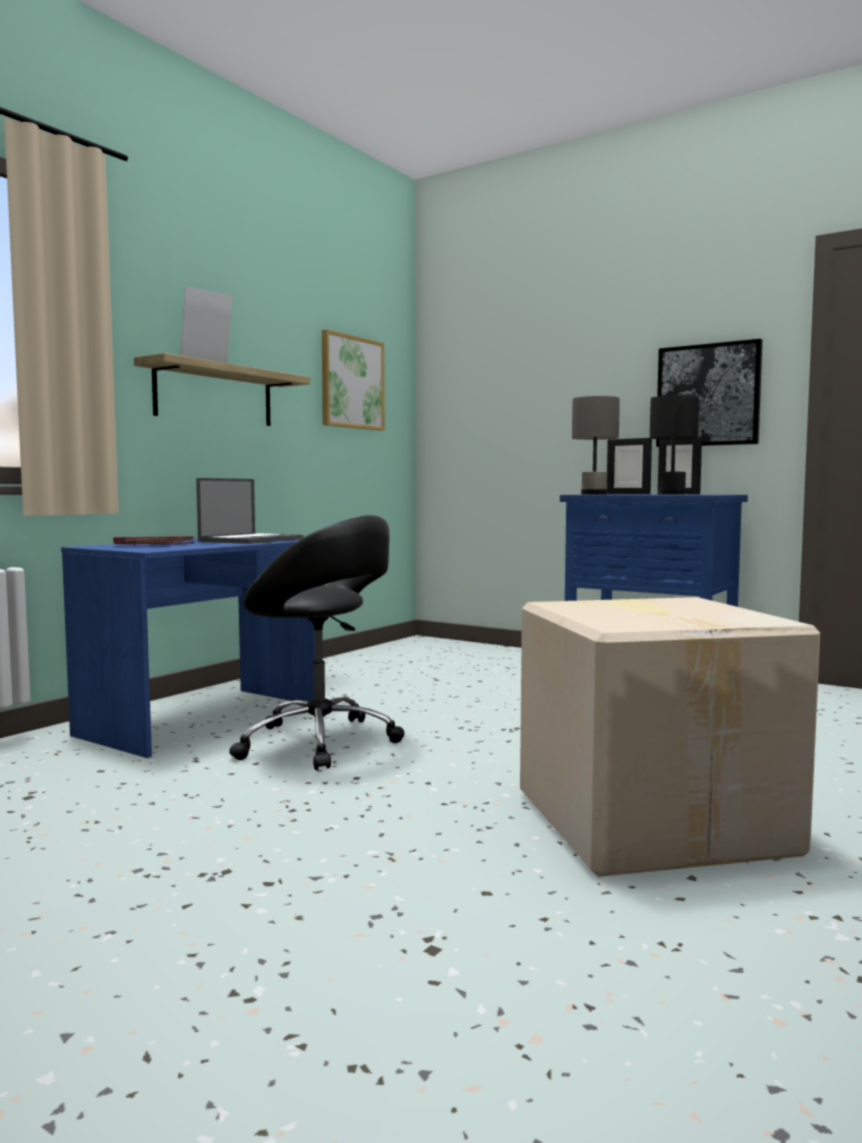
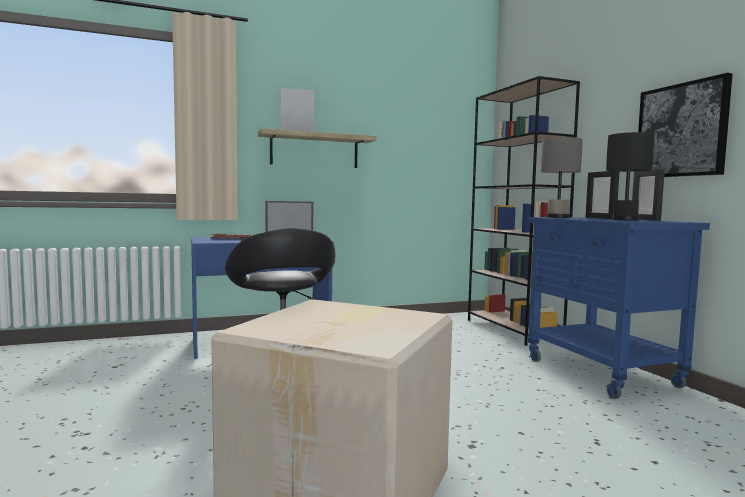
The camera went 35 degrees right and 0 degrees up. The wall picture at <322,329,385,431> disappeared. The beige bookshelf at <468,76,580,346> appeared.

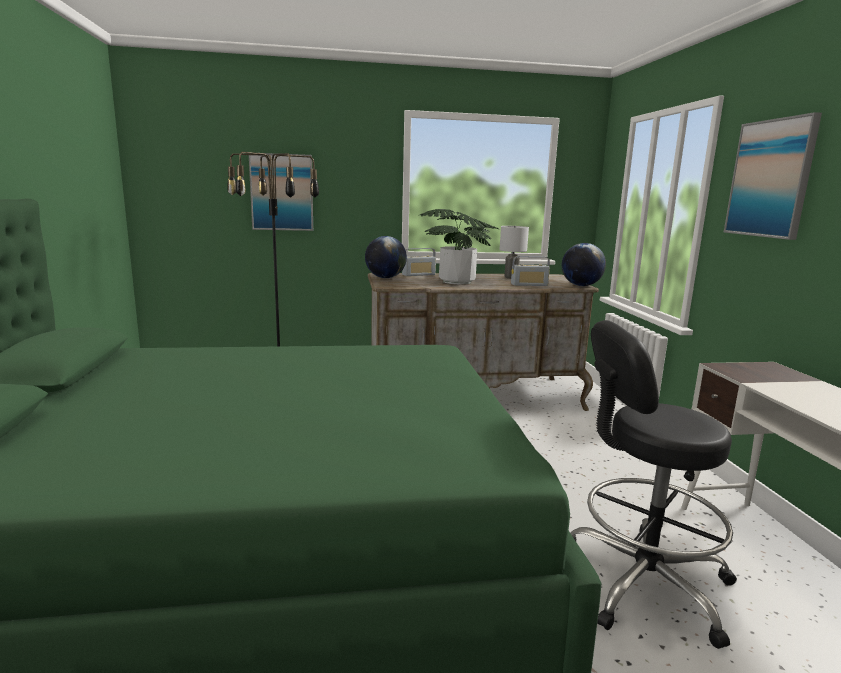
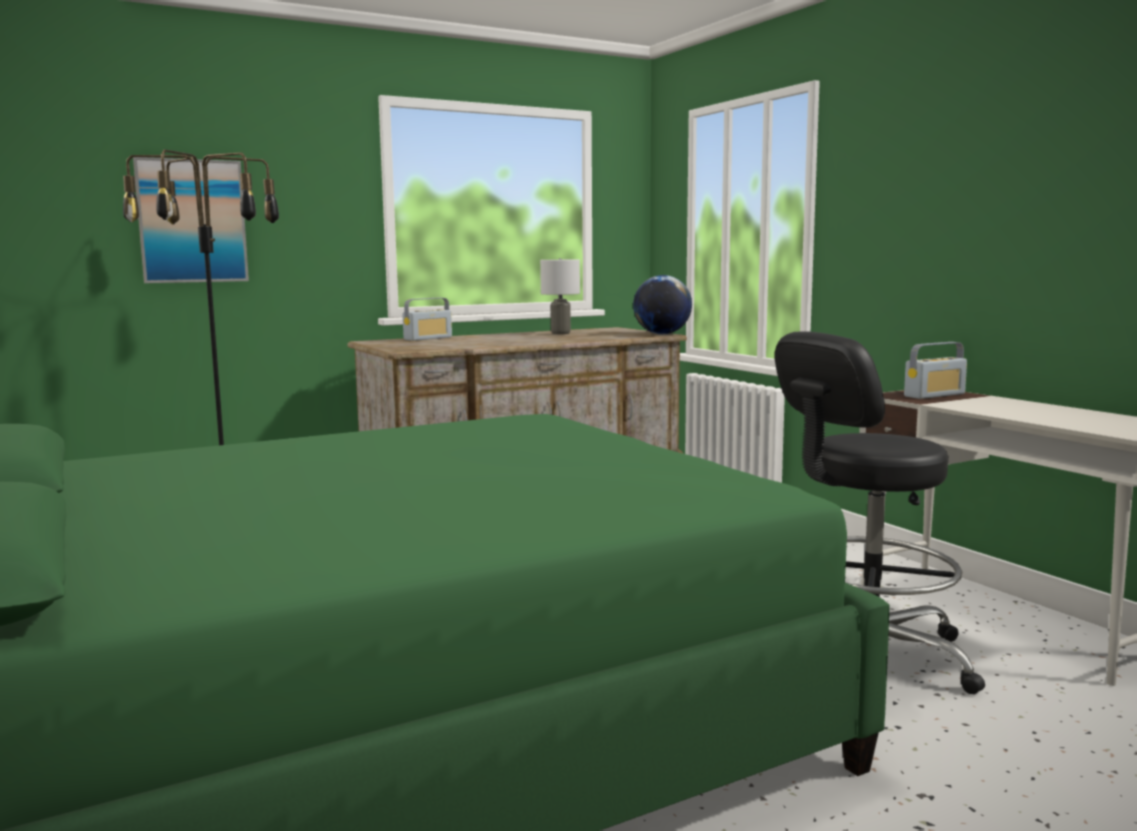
The camera went 20 degrees left and 5 degrees down. The desk globe at <365,236,407,278> disappeared. The plant in a pot at <420,209,499,285> disappeared. The radio moved from <511,256,550,286> to <904,342,967,399>. The wall picture at <724,112,822,240> disappeared.

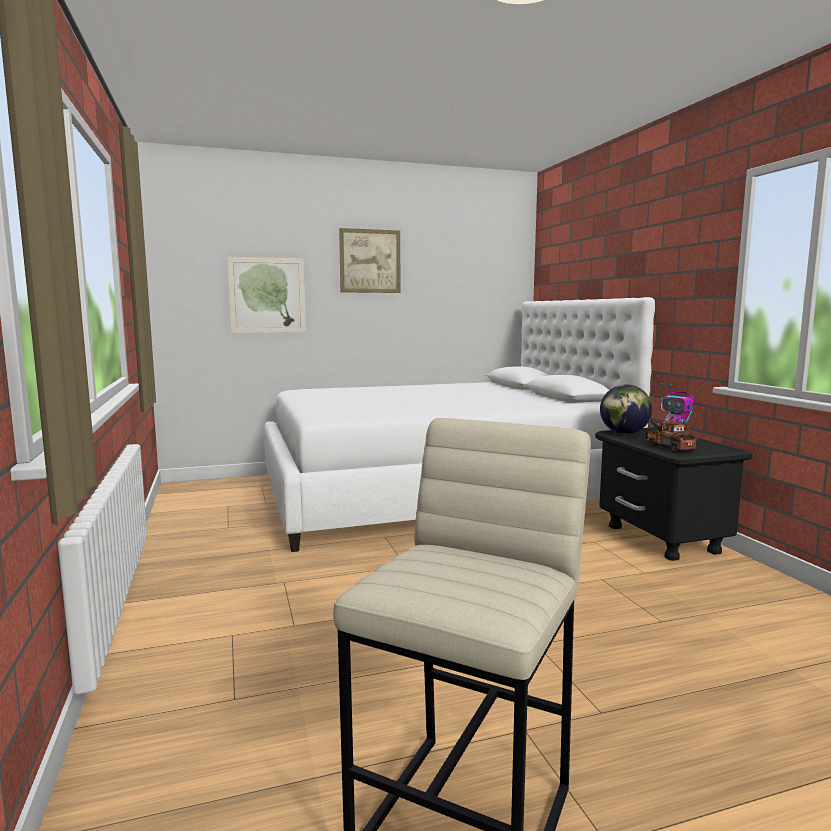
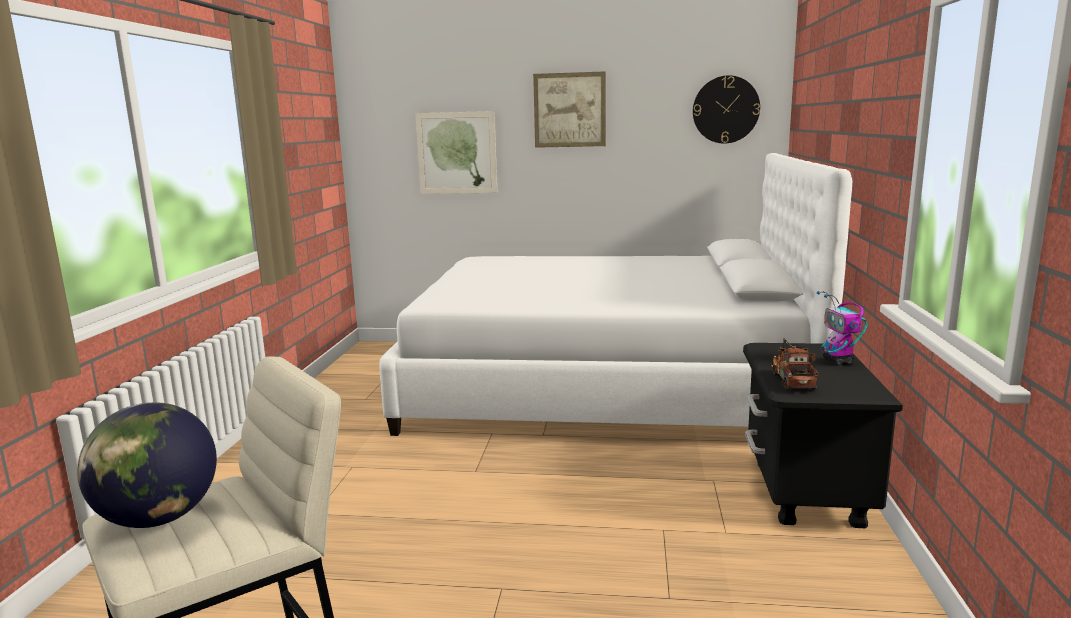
The camera went 25 degrees right and 5 degrees up. The desk globe moved from <600,385,652,434> to <77,402,217,528>. The clock on the wall at <693,75,760,144> appeared.

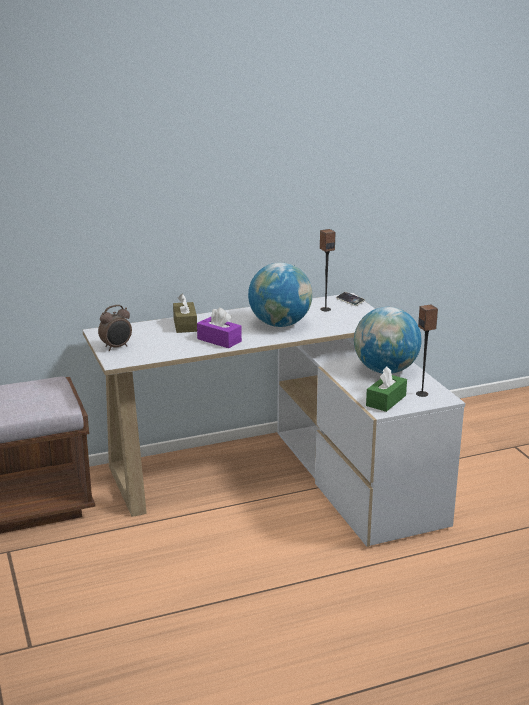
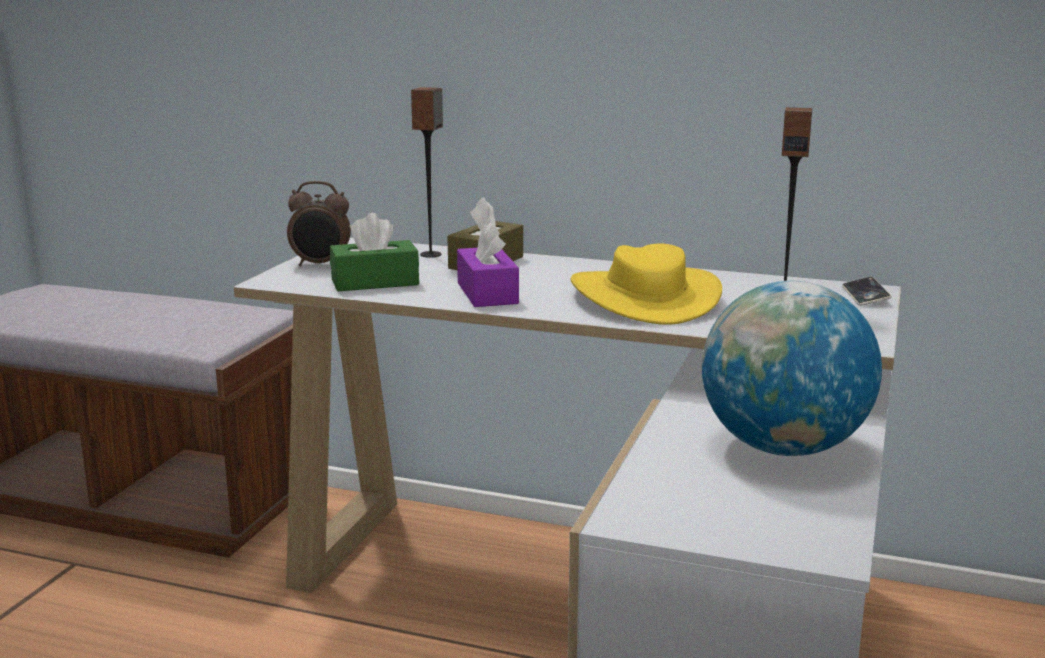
The camera went 40 degrees right and 5 degrees down. The desk globe at <248,263,312,327> was replaced by the yellow wearable hat at <571,243,722,325>. The green-coloured box of tissues moved from <366,367,407,412> to <330,213,419,291>. The speaker moved from <416,305,438,397> to <411,87,443,258>.

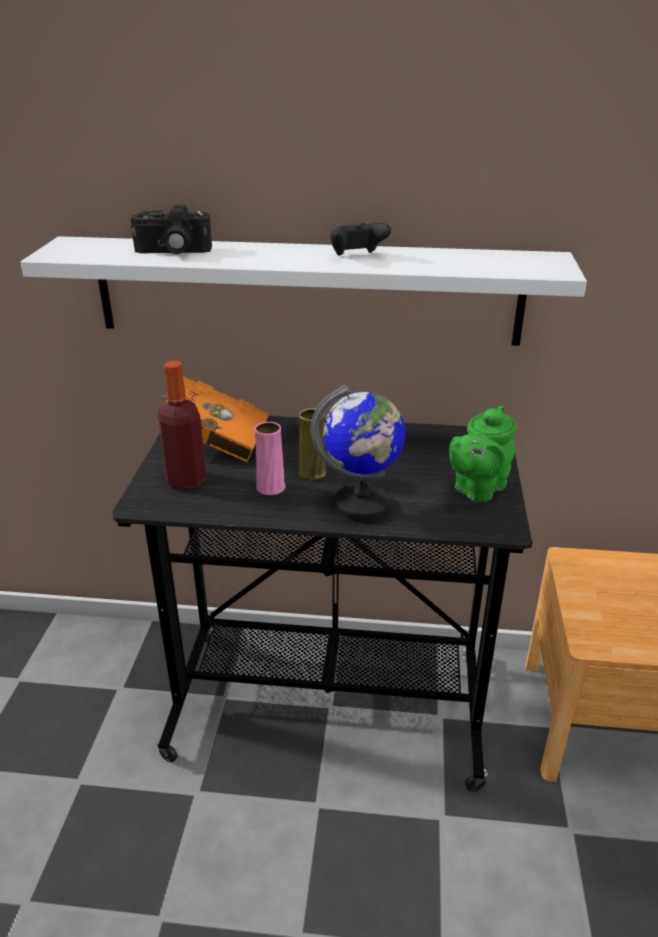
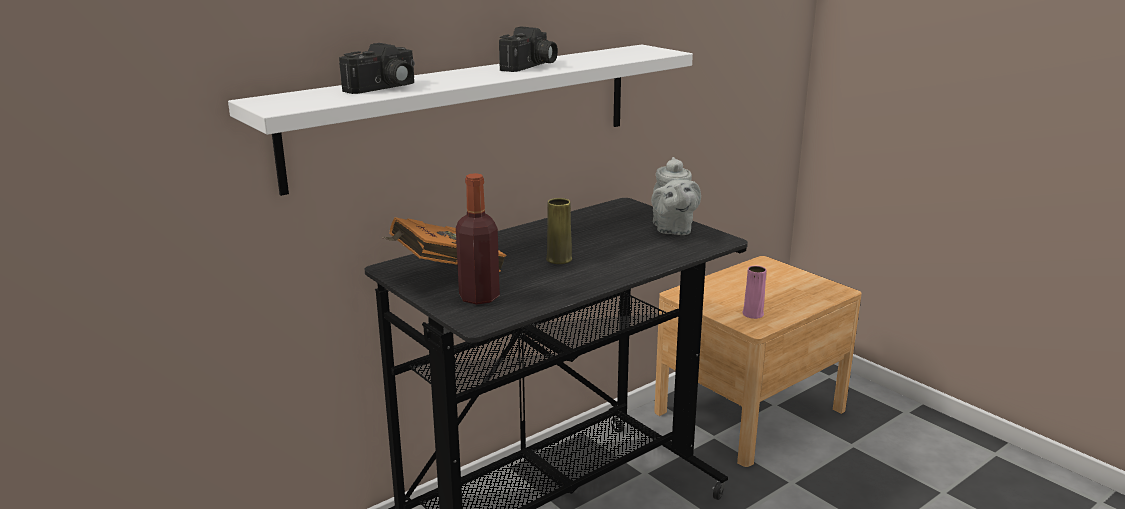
The camera went 45 degrees left and 10 degrees down. The pinkish decorative vase moved from <255,422,286,495> to <742,266,766,319>. The desk globe at <311,384,406,522> disappeared. The black game controller at <330,223,391,256> was replaced by the photo camera at <499,26,558,72>. The green-coloured teapot at <449,405,517,502> became the gray teapot at <651,157,701,235>.

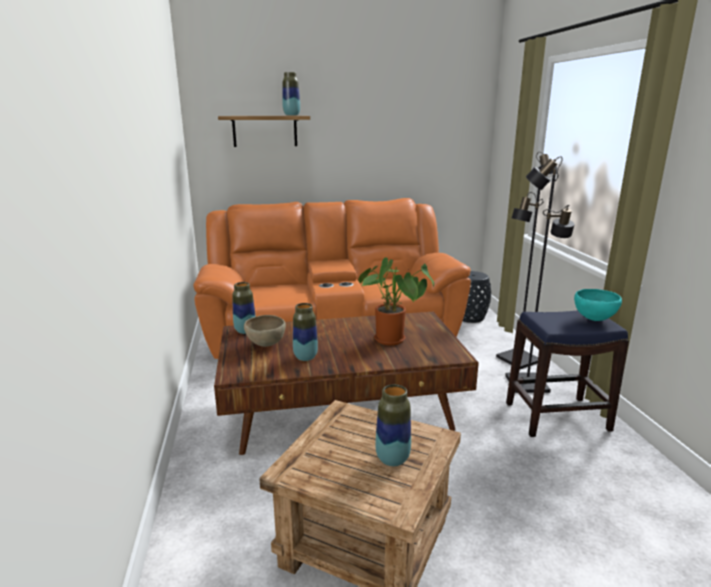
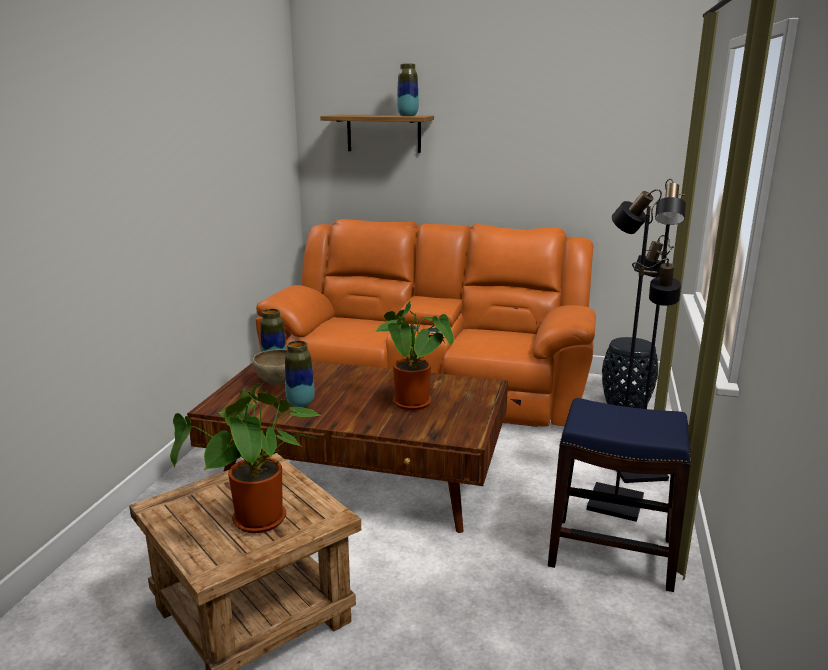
The camera went 25 degrees right and 0 degrees up. The decorative vase at <375,384,411,466> was replaced by the plant in a pot at <170,384,322,533>. The blue-green bowl at <574,289,622,321> disappeared.

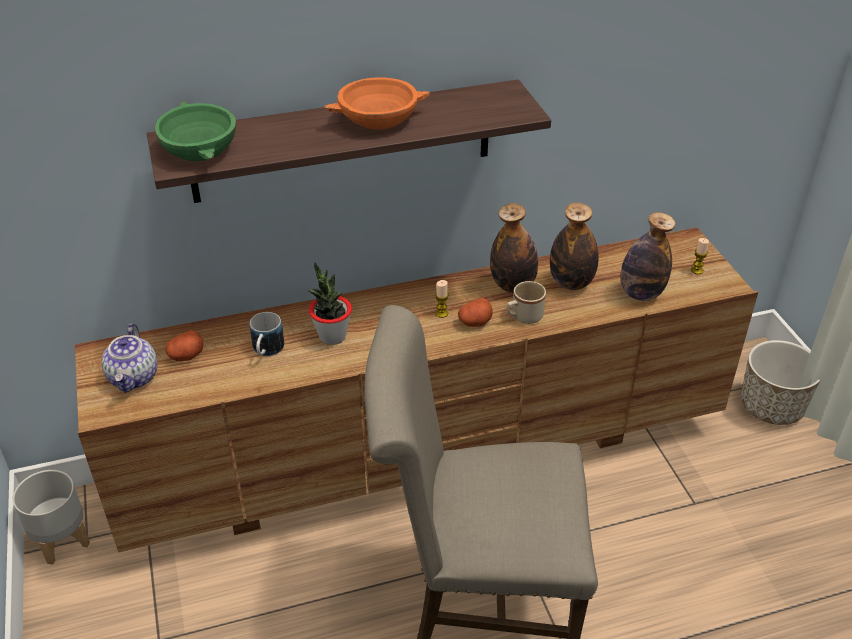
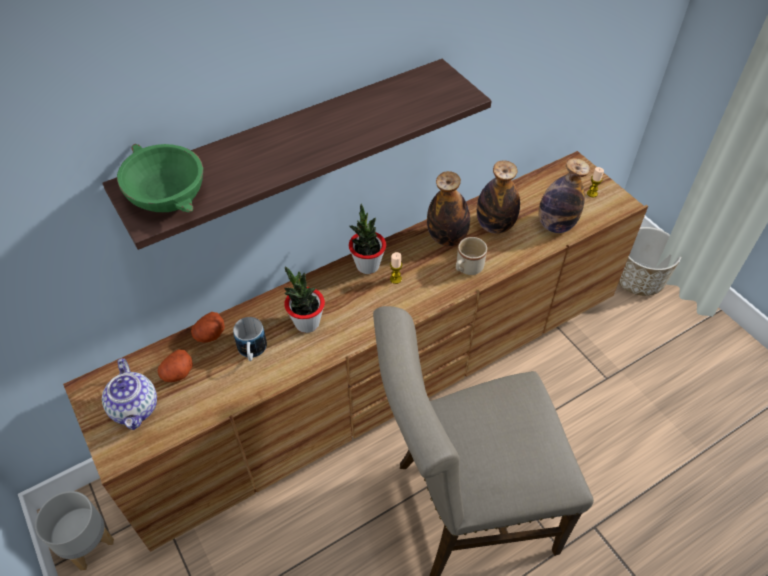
The camera went 15 degrees left and 10 degrees up. The orangey bowl at <323,77,430,130> disappeared. The spud moved from <458,298,493,327> to <191,312,225,343>. The plant in a pot at <349,204,386,274> appeared.

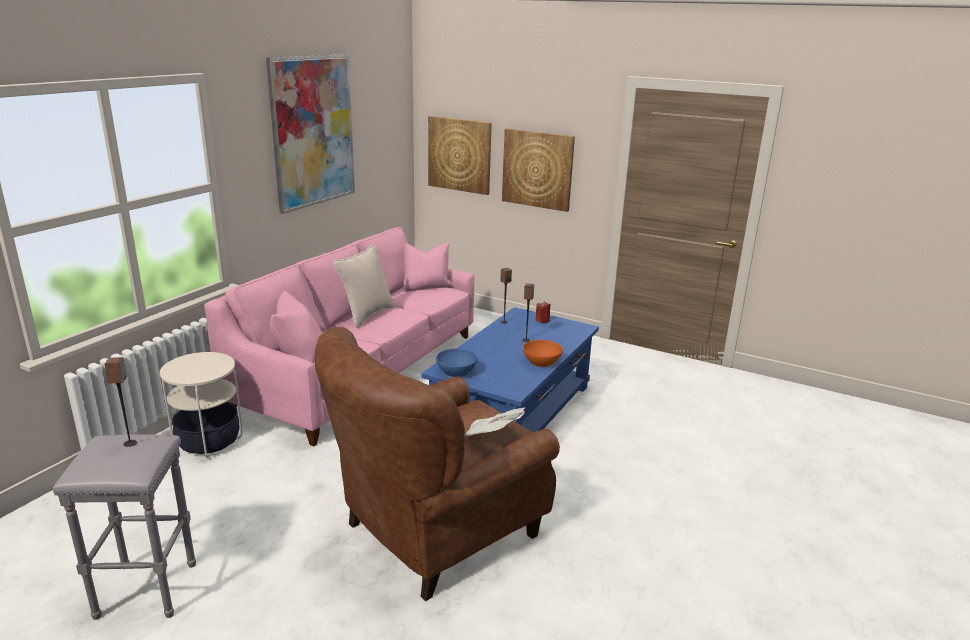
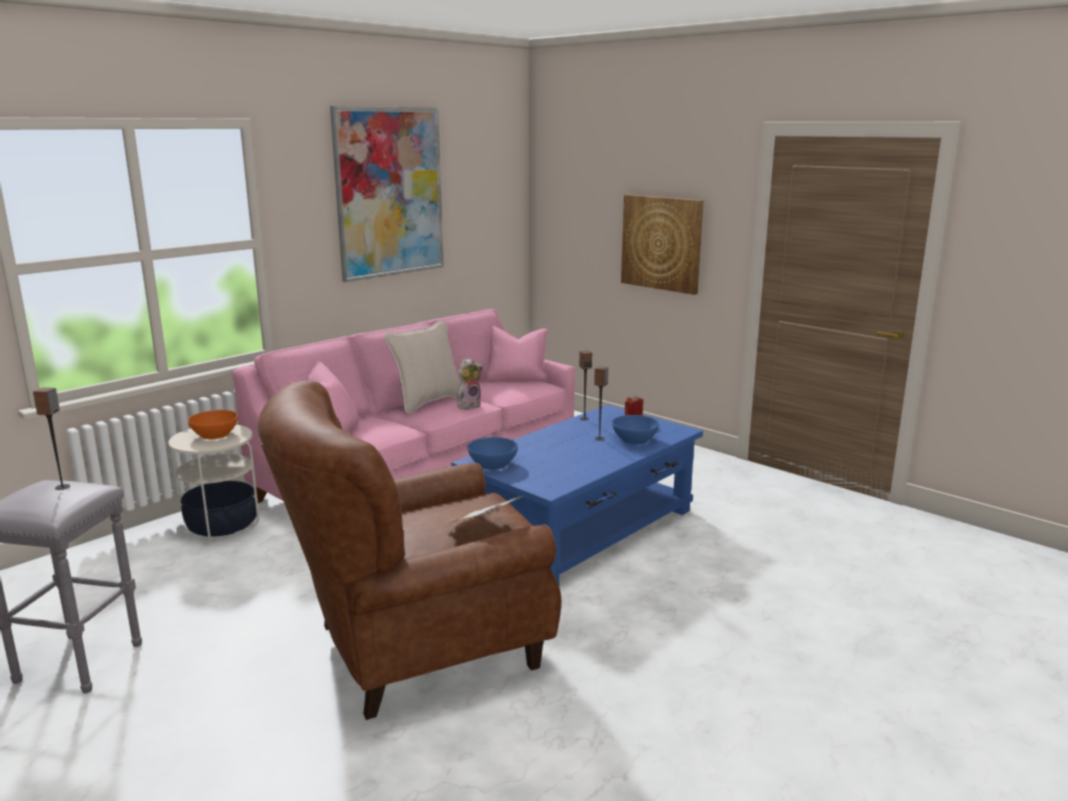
The camera went 15 degrees right and 5 degrees down. The wall picture at <428,116,492,195> disappeared. The orangey bowl moved from <523,340,563,367> to <188,410,238,439>. The cuddly toy at <457,358,483,409> appeared. The blue bowl at <612,415,659,444> appeared.

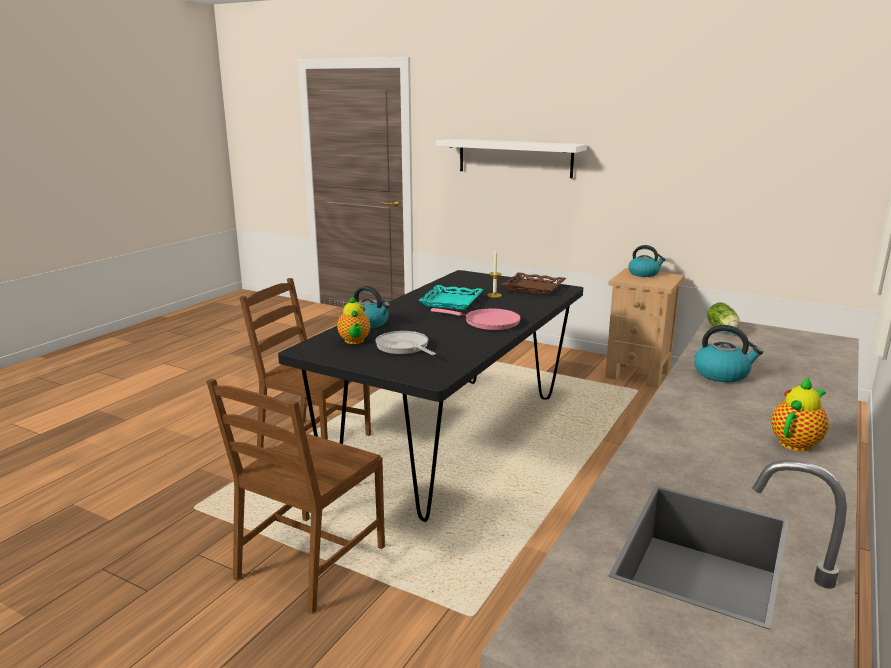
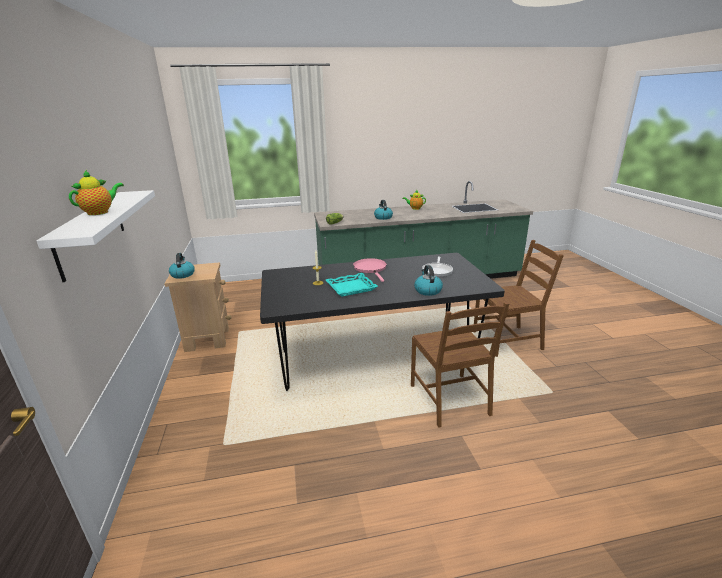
The camera went 130 degrees left and 5 degrees up. The teapot moved from <337,296,370,344> to <69,170,124,215>. The brown carrying tray at <501,272,566,295> disappeared.

